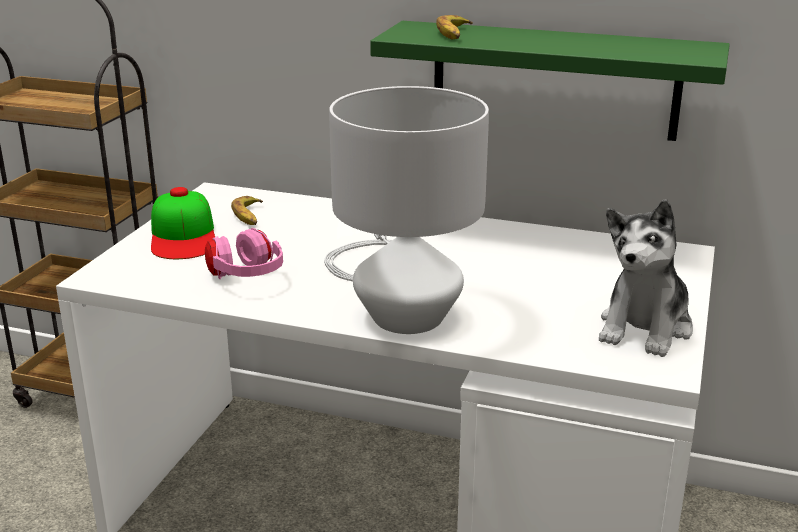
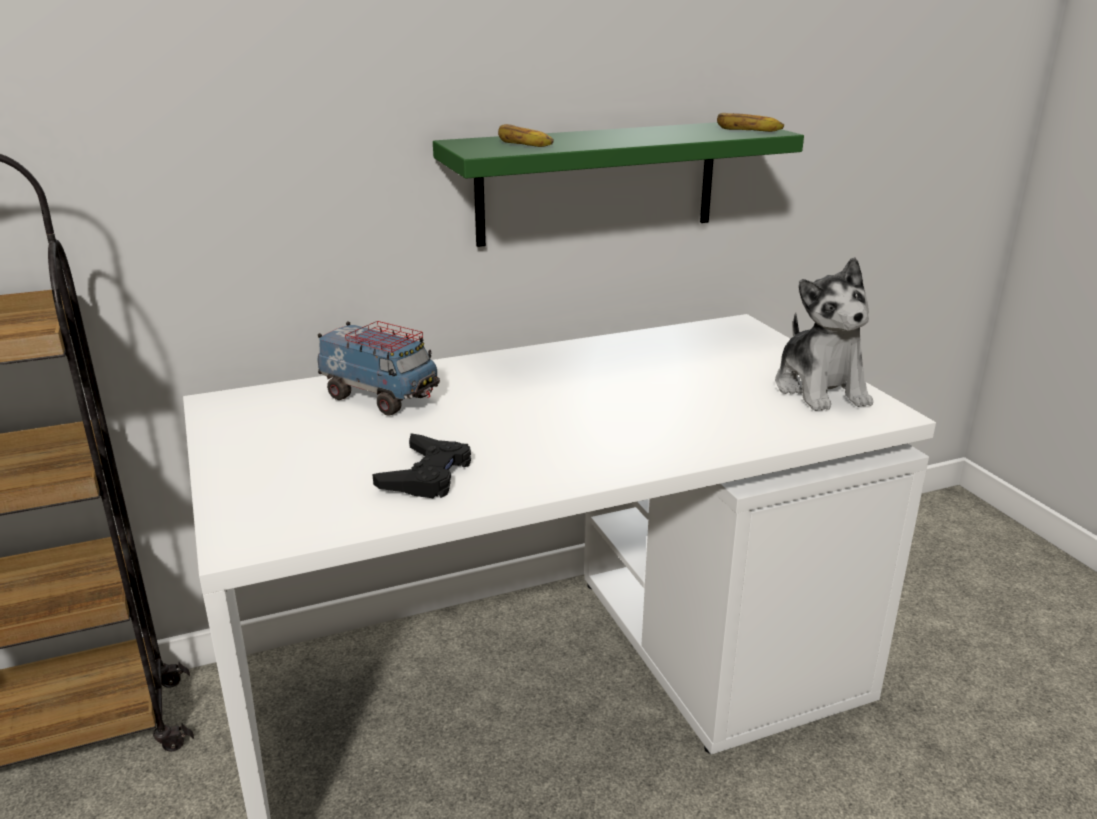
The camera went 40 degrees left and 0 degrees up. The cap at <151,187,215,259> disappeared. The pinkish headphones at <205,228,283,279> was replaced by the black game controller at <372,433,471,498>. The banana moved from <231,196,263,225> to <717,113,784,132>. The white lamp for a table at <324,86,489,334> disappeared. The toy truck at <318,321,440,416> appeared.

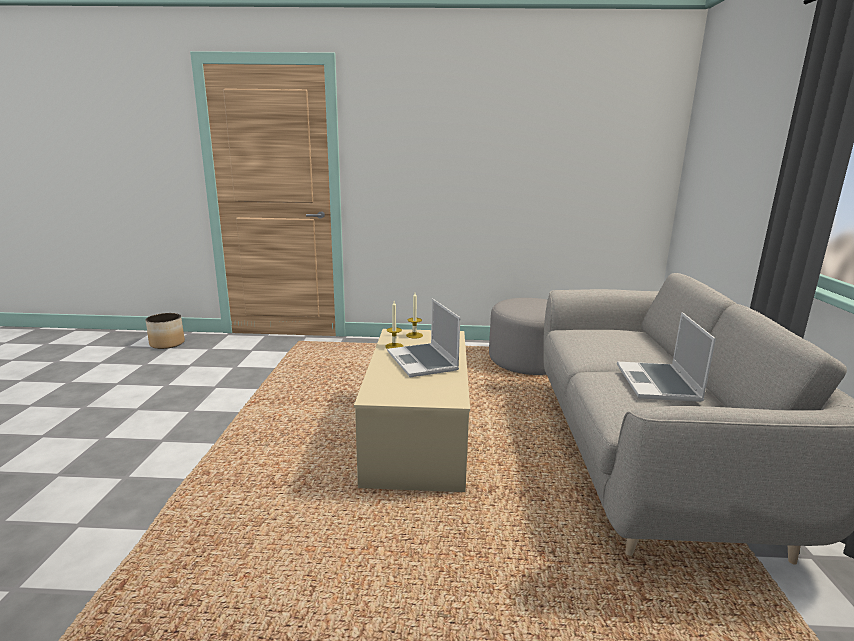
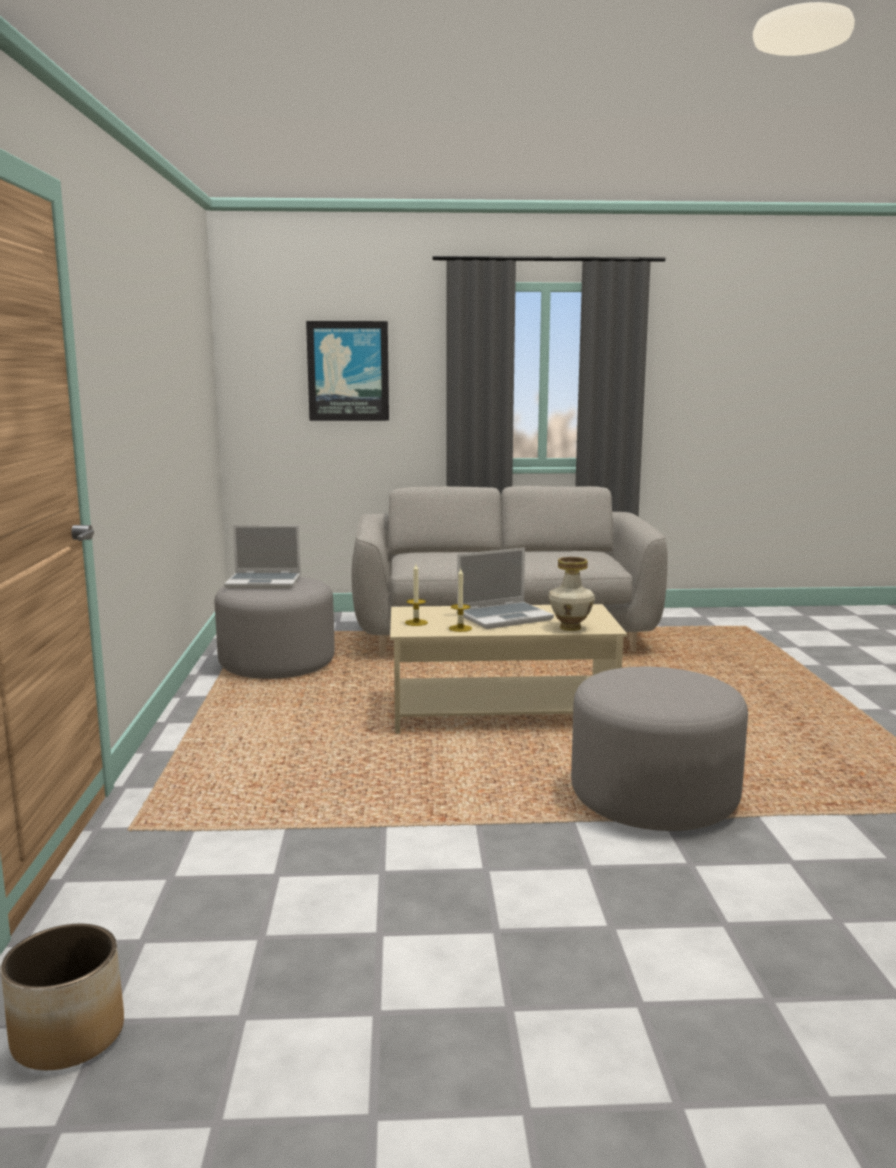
The camera went 95 degrees left and 5 degrees down. The portable computer moved from <617,312,716,402> to <224,525,301,588>. The wall picture at <306,321,389,421> appeared. The decorative vase at <548,557,595,631> appeared. The gray ottoman at <571,667,748,831> appeared.

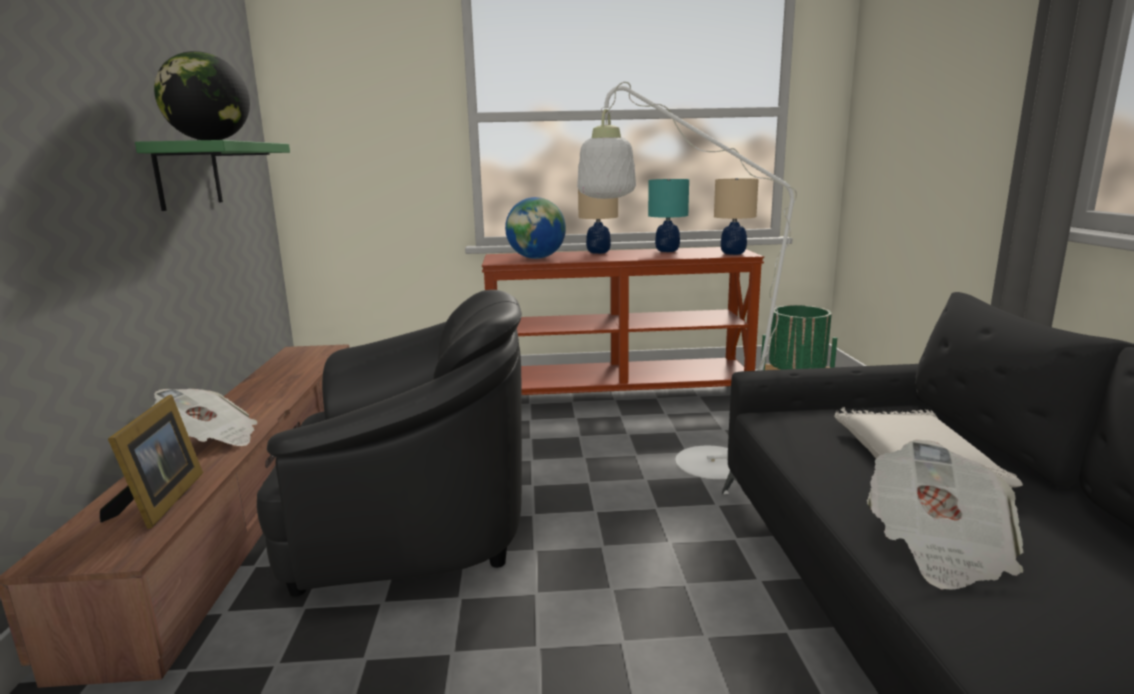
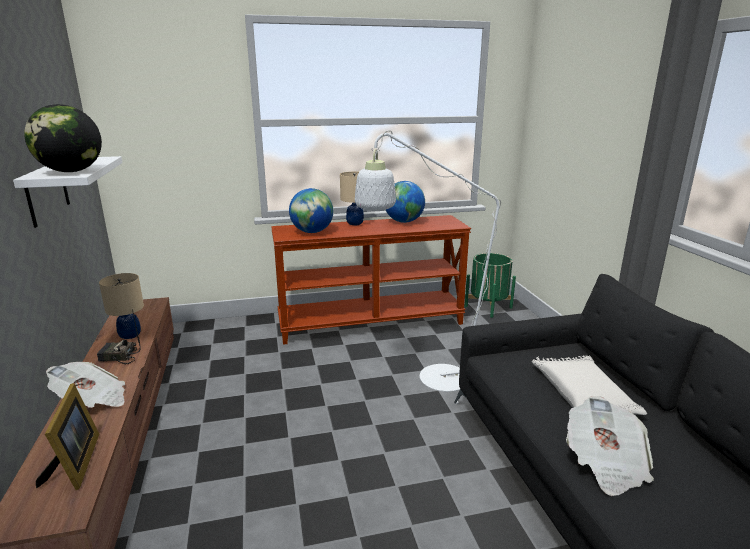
The camera went 10 degrees left and 5 degrees up. The green-coloured shelf at <135,140,290,211> became the white shelf at <13,156,123,228>. The black easy chair at <257,290,522,597> disappeared. The blue-green lamp for a table at <648,178,689,252> was replaced by the desk globe at <386,181,425,223>. The beige lamp for a table moved from <714,178,759,255> to <99,273,144,339>. The radio at <97,309,141,364> appeared.

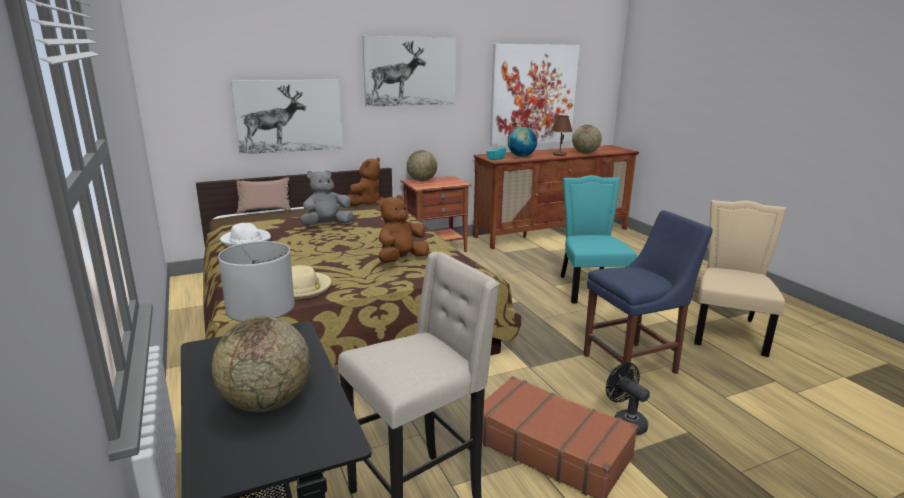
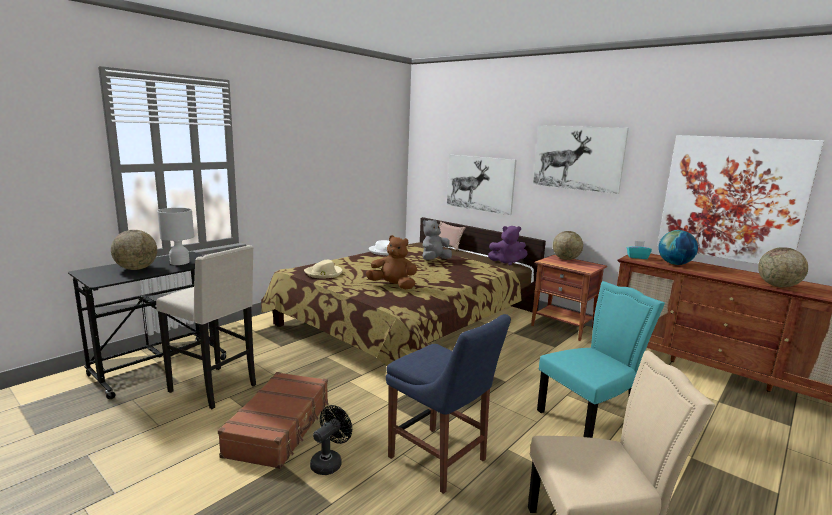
The camera went 65 degrees right and 5 degrees down. The gray cuddly toy at <301,170,353,225> turned 75 degrees counterclockwise. The brown cuddly toy at <347,158,380,206> became the purple-coloured cuddly toy at <488,226,527,266>. The brown lamp for a table at <551,115,572,156> disappeared.

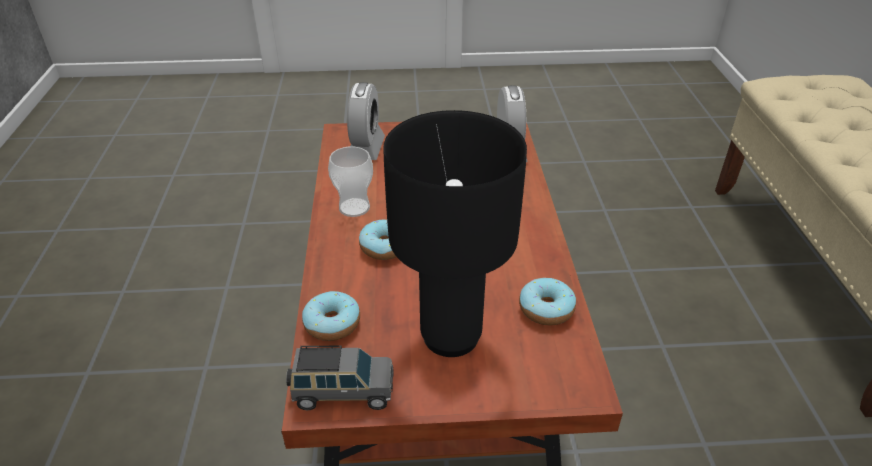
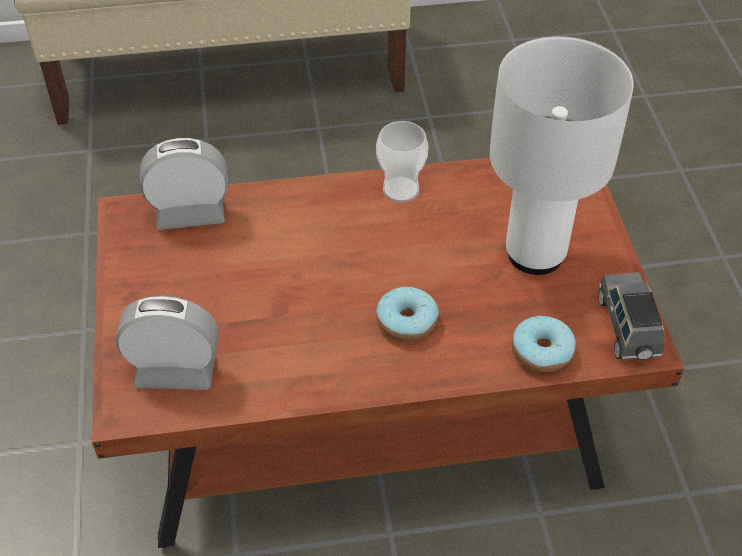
The camera went 95 degrees left and 10 degrees up. The drinking cup moved from <328,146,373,217> to <376,121,428,203>. The black lamp for a table at <384,110,527,357> became the white lamp for a table at <490,36,634,275>. The donut at <519,278,576,325> disappeared.

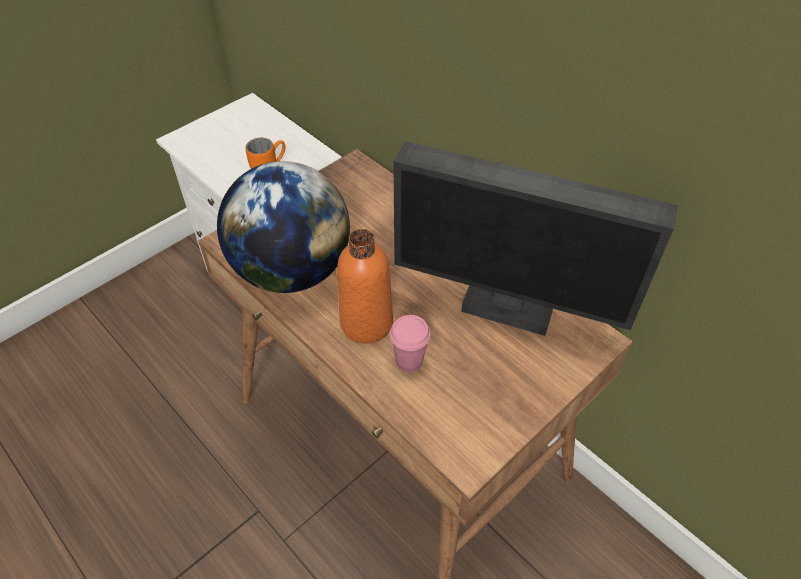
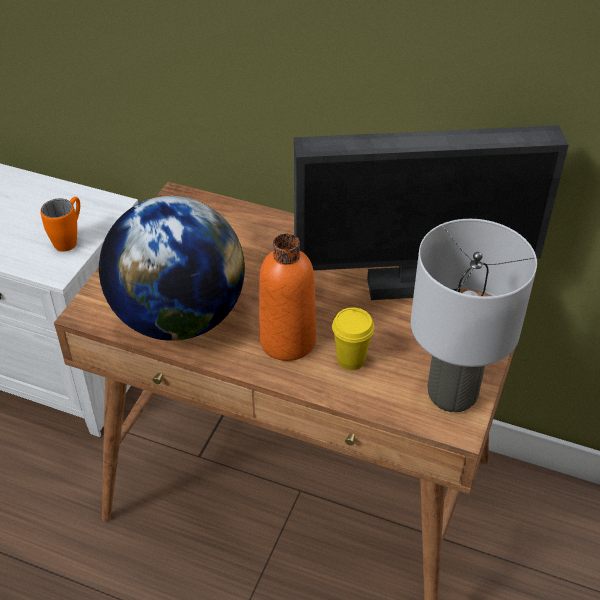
The camera went 25 degrees left and 5 degrees down. The pinkish drinking cup at <390,315,431,372> became the yellow drinking cup at <332,308,374,370>. The white lamp for a table at <410,219,537,412> appeared.

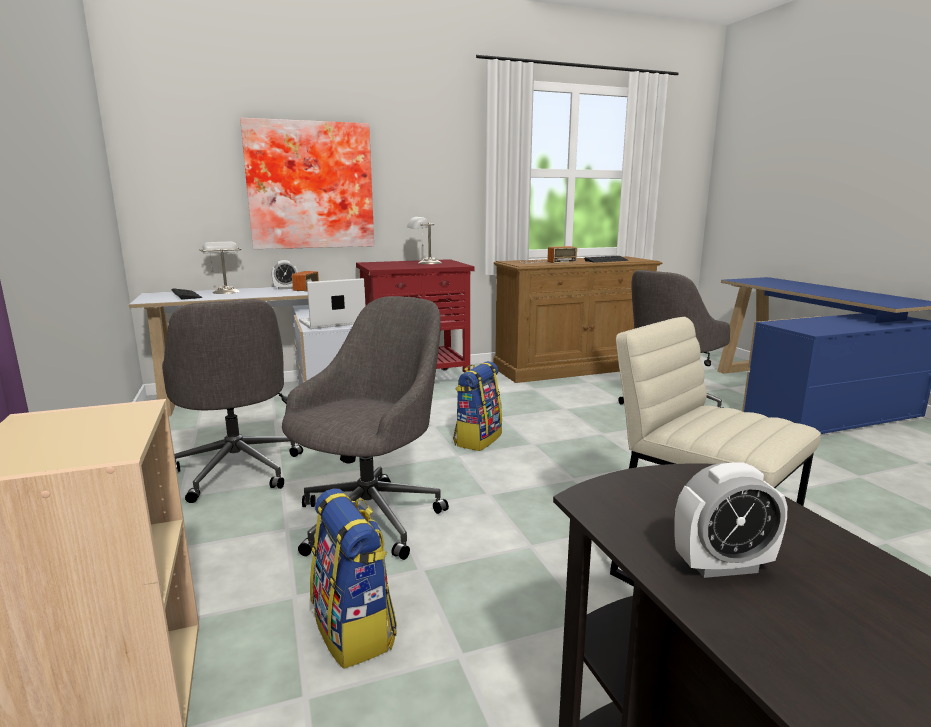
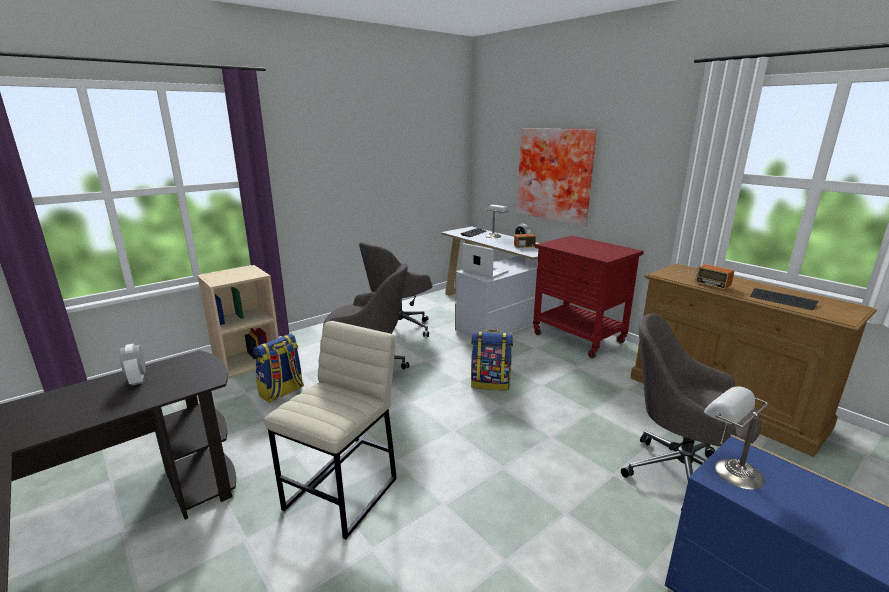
The camera went 70 degrees right and 5 degrees up. The white lamp for a table moved from <407,217,442,264> to <704,387,768,490>.

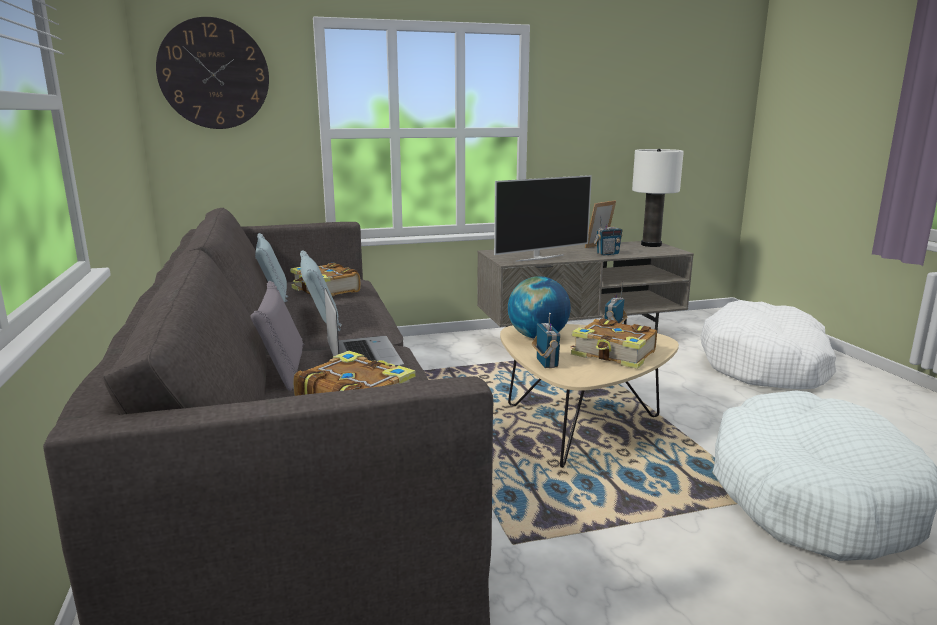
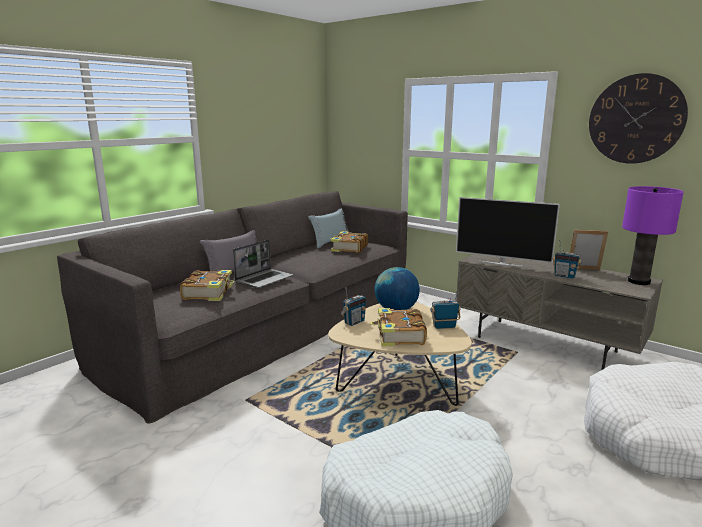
The camera went 55 degrees right and 0 degrees up. The clock on the wall moved from <156,17,269,129> to <589,73,688,164>. The blue throw pillow at <300,250,342,331> disappeared. The white lamp for a table at <632,149,684,247> became the purple-coloured lamp for a table at <622,186,684,285>.

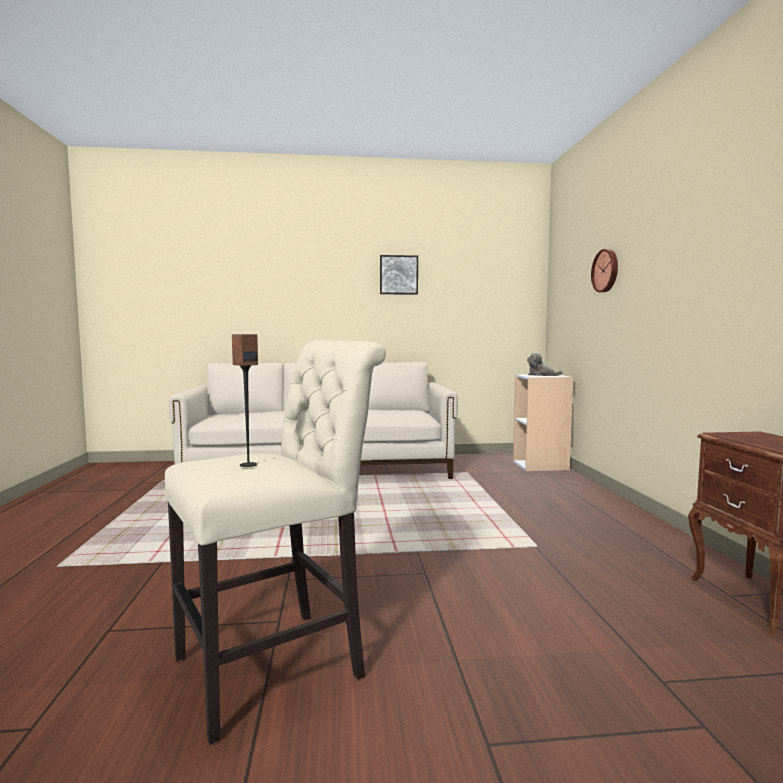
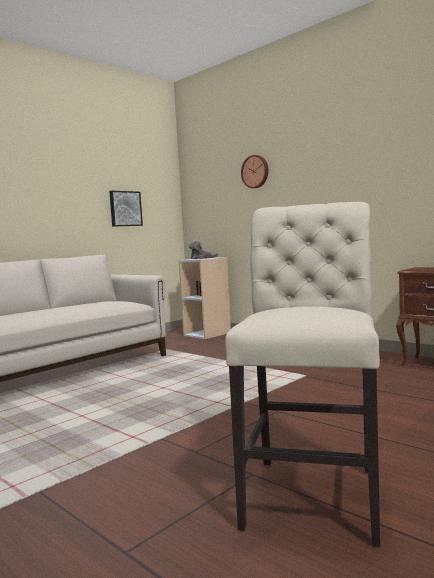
The camera went 40 degrees left and 0 degrees up. The speaker at <232,334,258,467> disappeared. The wall picture moved from <380,255,418,295> to <109,191,143,227>.

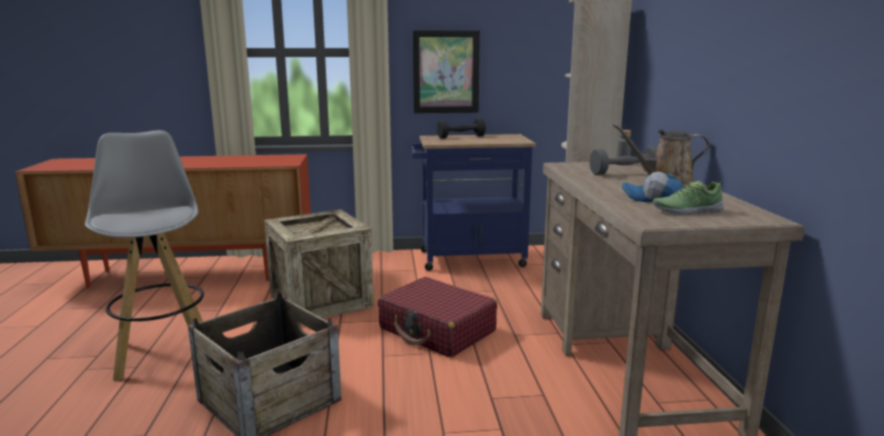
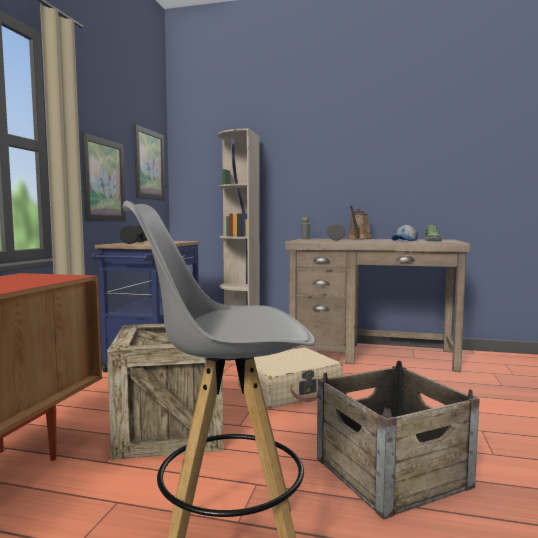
The camera went 70 degrees left and 10 degrees down. The reddish travel case at <378,277,497,358> became the beige travel case at <238,347,343,408>. The wall picture at <134,124,165,201> appeared.

